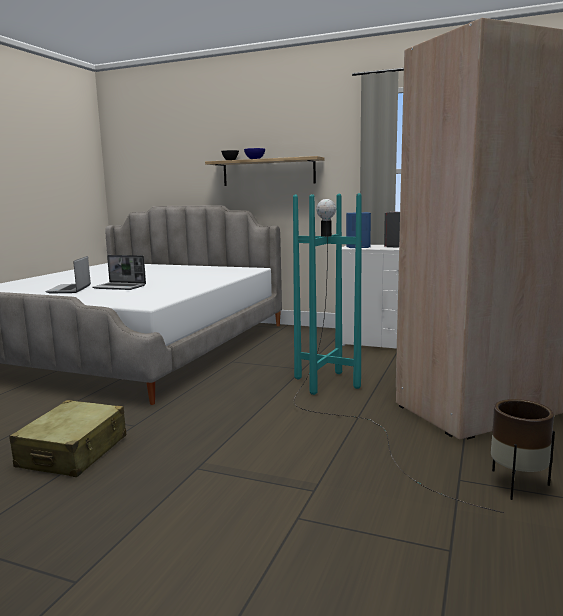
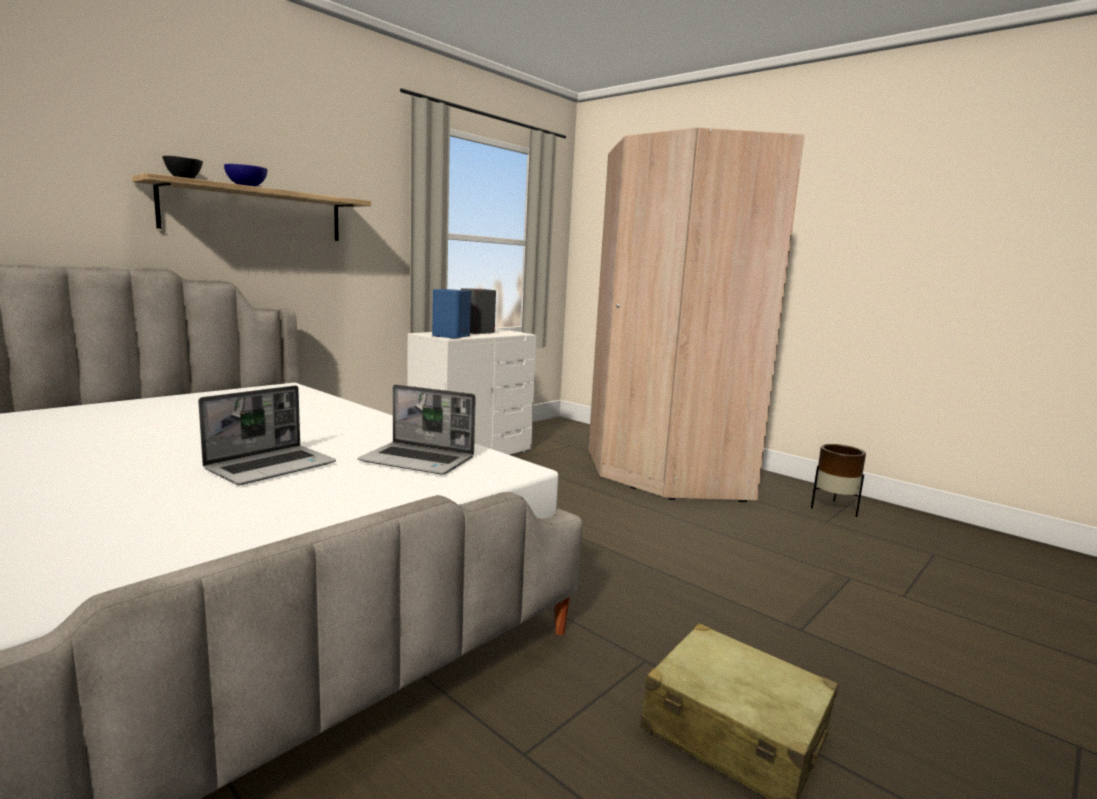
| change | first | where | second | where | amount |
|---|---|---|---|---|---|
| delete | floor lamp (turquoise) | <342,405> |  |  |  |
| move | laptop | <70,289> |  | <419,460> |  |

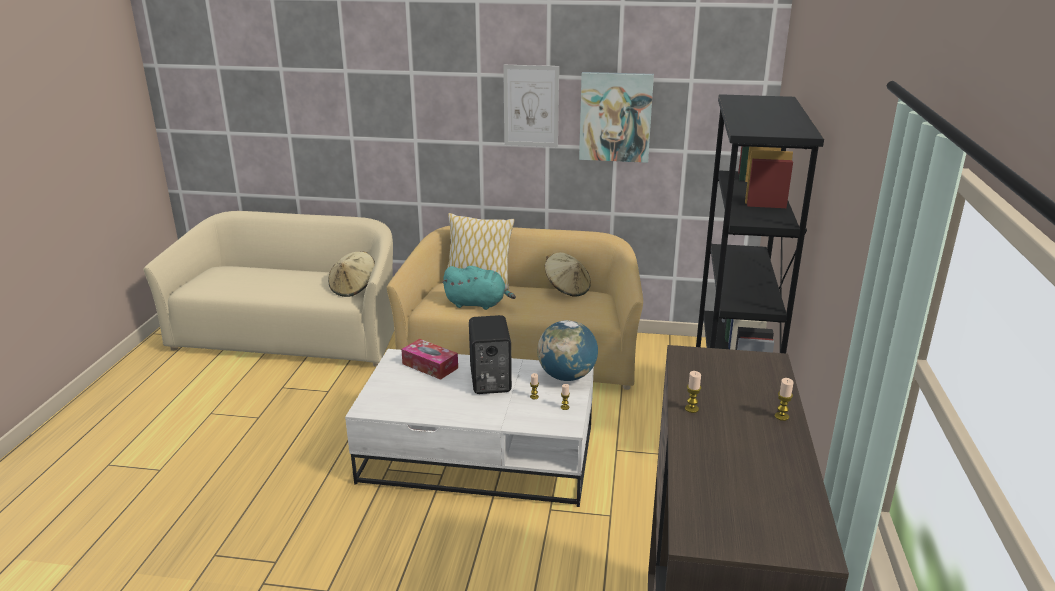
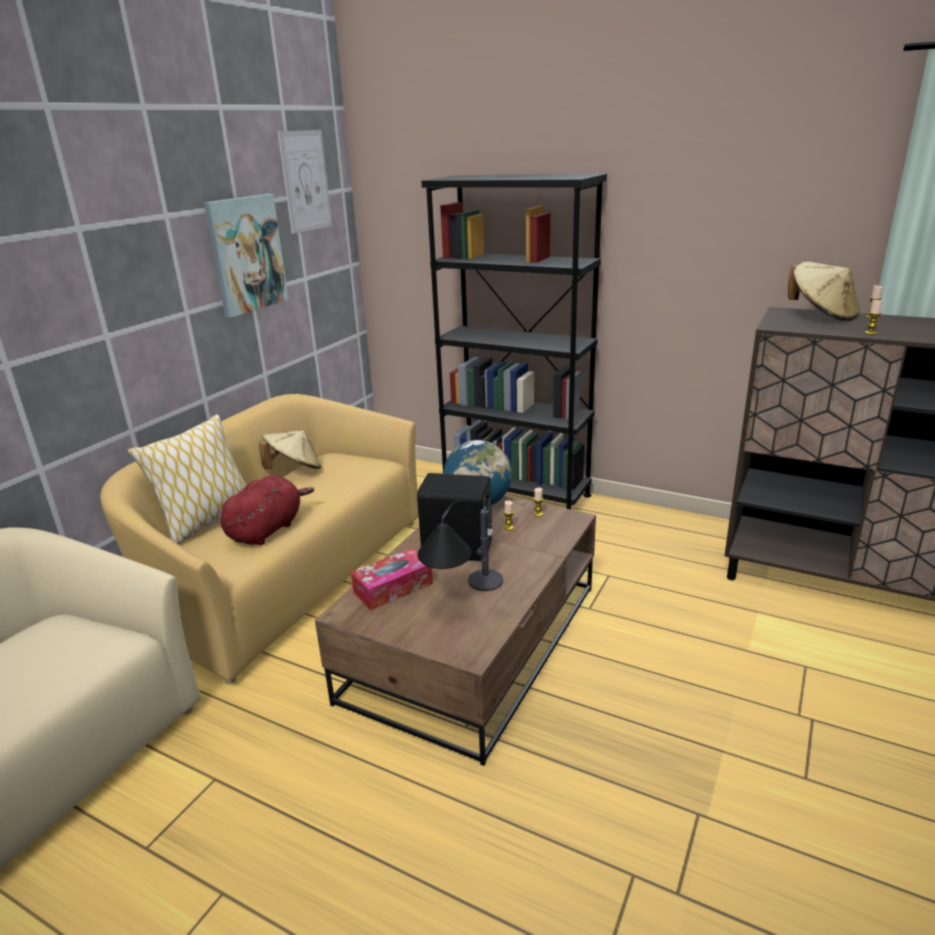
| change | first | where | second | where | amount |
|---|---|---|---|---|---|
| insert |  |  | table lamp | <462,598> |  |
| move | hat (beige) | <353,288> |  | <821,315> |  |
| move | picture | <531,106> |  | <305,181> |  |
| recolor | coffee table (white) | <480,454> | coffee table (brown) | <473,640> |  |
| recolor | plush toy (turquoise) | <478,304> | plush toy (red) | <267,529> |  |

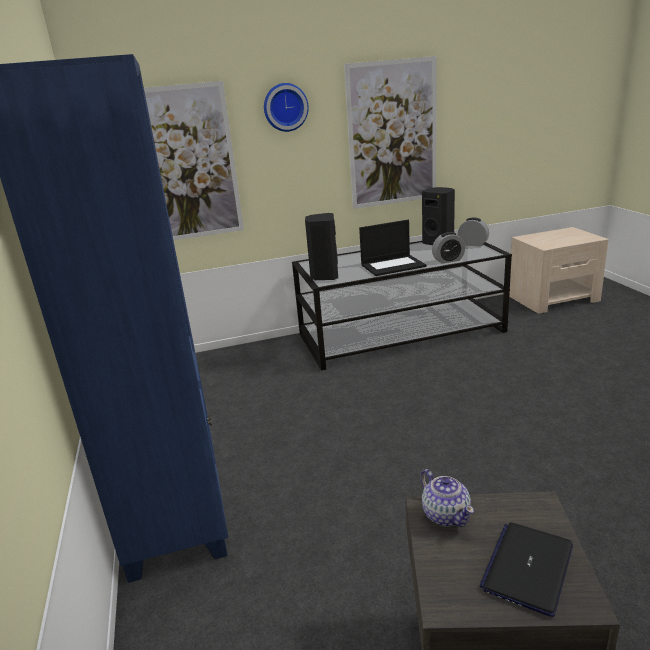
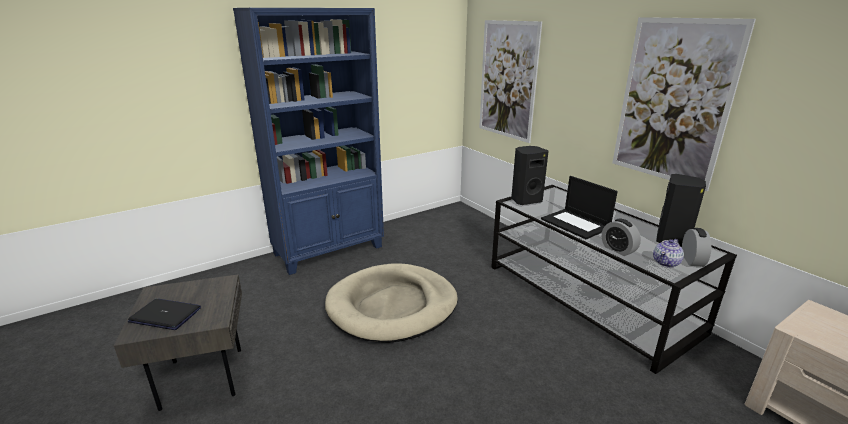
| change | first | where | second | where | amount |
|---|---|---|---|---|---|
| delete | wall clock | <285,107> |  |  |  |
| insert |  |  | dog bed (beige) | <392,306> |  |
| move | teapot | <445,514> |  | <666,263> |  |

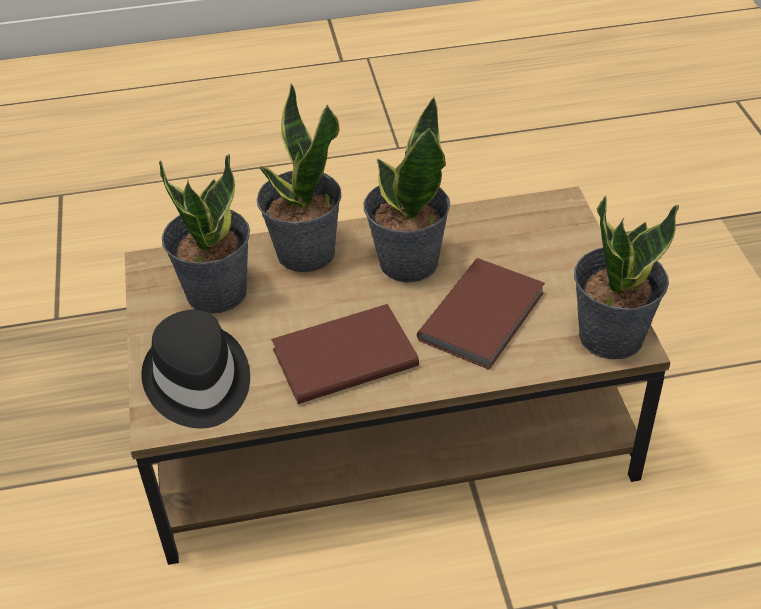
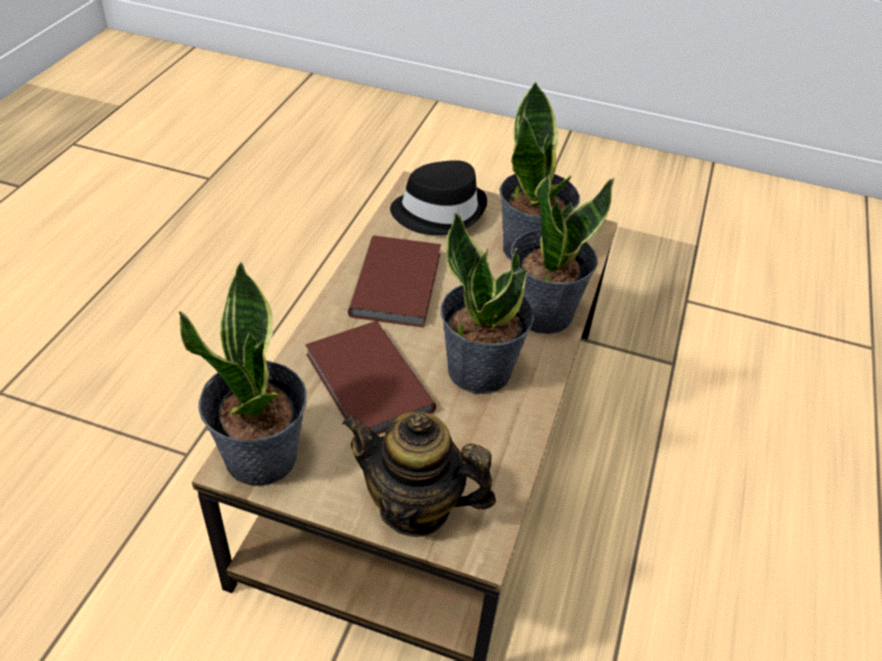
| change | first | where | second | where | amount |
|---|---|---|---|---|---|
| insert |  |  | teapot | <415,507> |  |

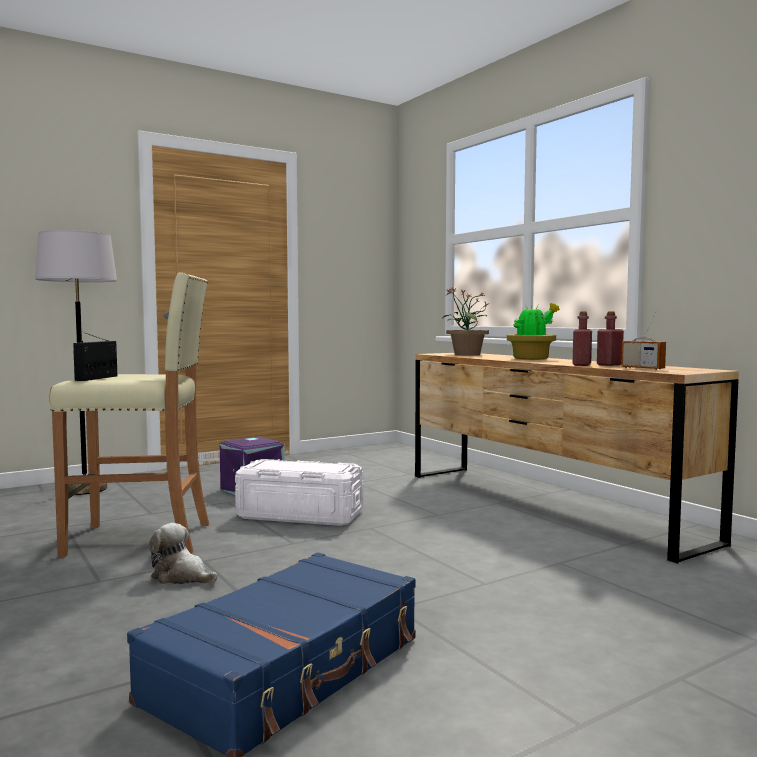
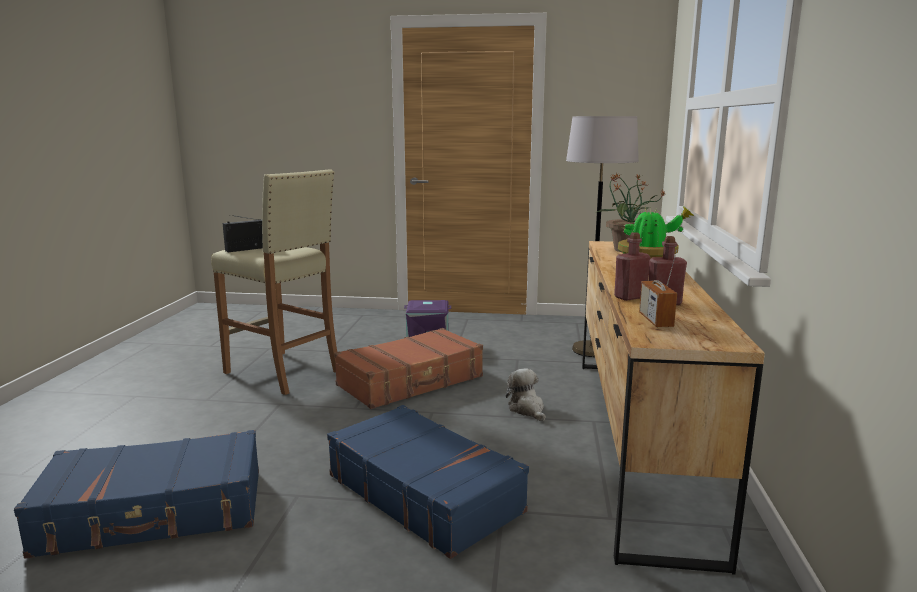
| change | first | where | second | where | amount |
|---|---|---|---|---|---|
| insert |  |  | suitcase (blue) | <424,492> |  |
| move | floor lamp (grey) | <85,489> |  | <591,350> |  |
| move | plush toy | <181,577> |  | <527,409> |  |
| replace | storage box (white) | <300,514> | suitcase (brown) | <411,381> |  |

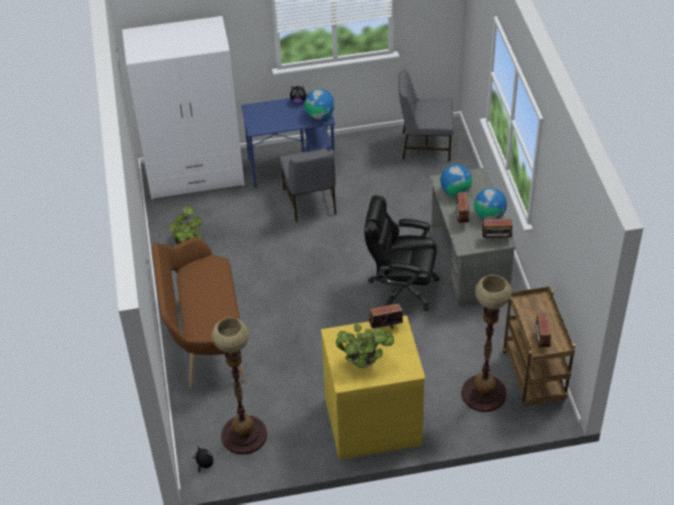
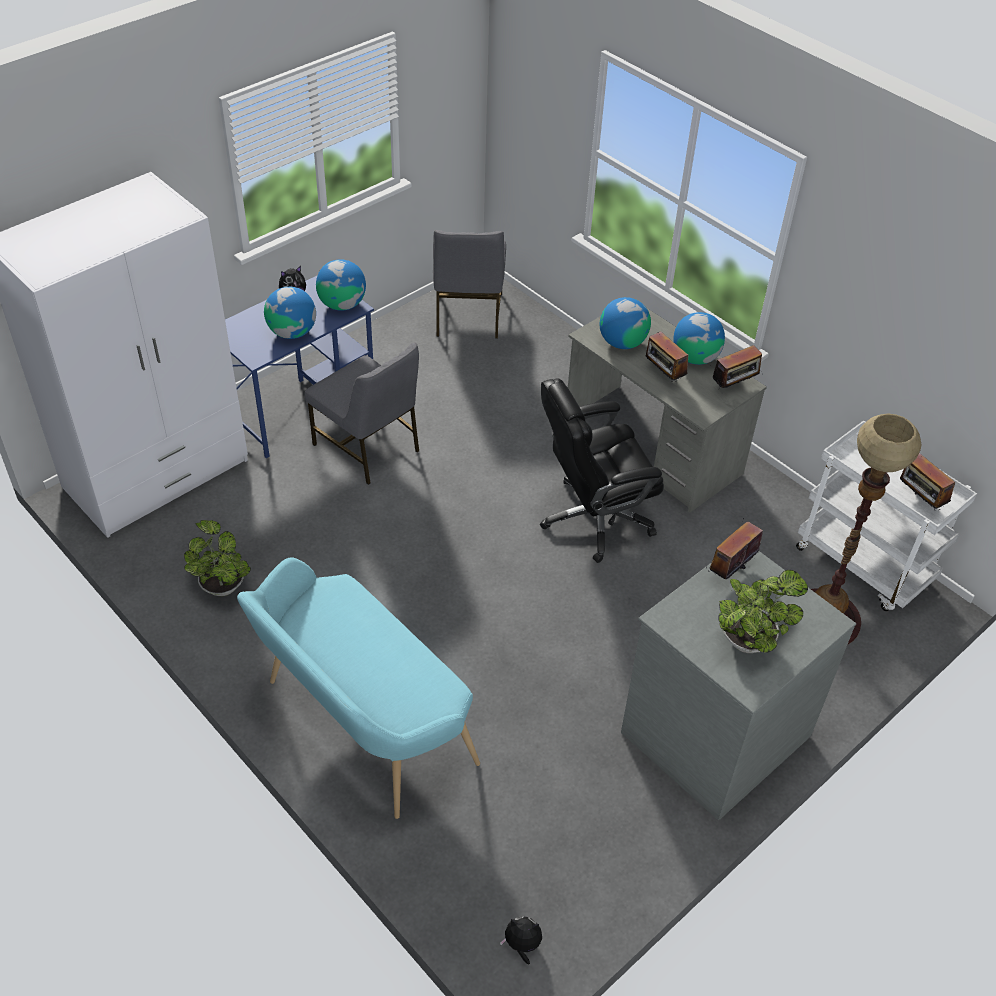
| change | first | where | second | where | amount |
|---|---|---|---|---|---|
| delete | floor lamp | <244,435> |  |  |  |
| insert |  |  | globe | <292,332> |  |
| recolor | bench (brown) | <204,339> | bench (turquoise) | <361,725> |  |
| recolor | dresser (yellow) | <372,420> | dresser (grey) | <713,732> |  |
| recolor | cart (brown) | <534,377> | cart (white) | <864,565> |  |
| rotate | chair (grey) | <425,145> |  | <467,315> | 60 degrees counterclockwise |

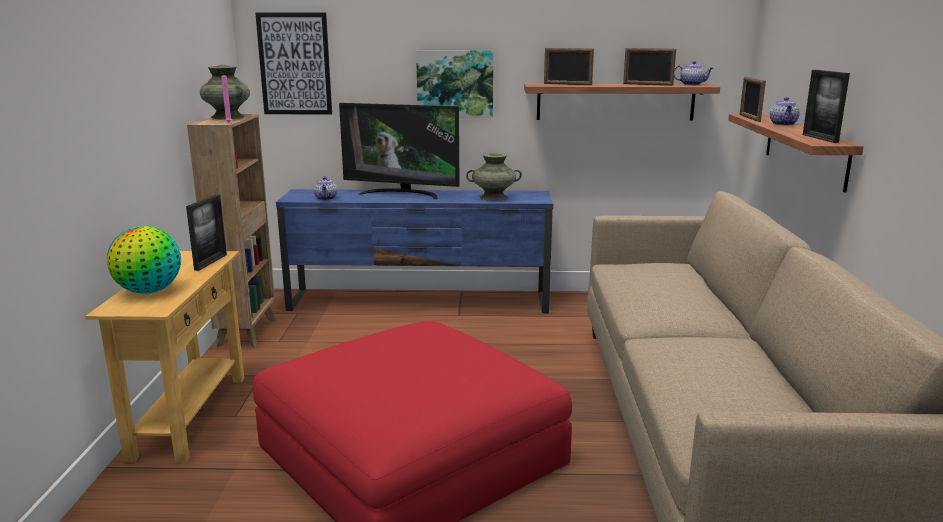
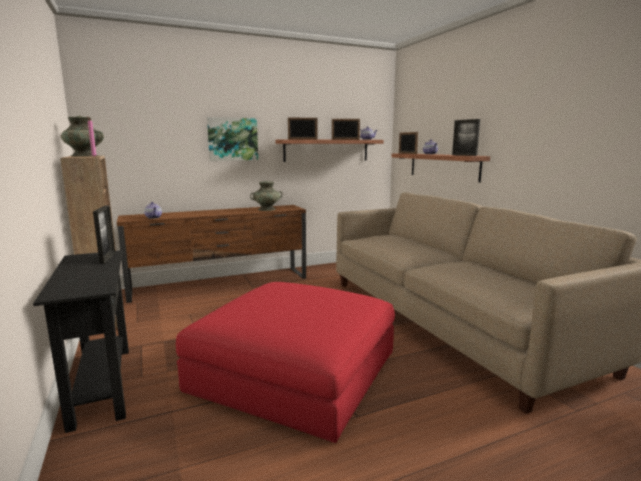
| change | first | where | second | where | amount |
|---|---|---|---|---|---|
| delete | globe | <149,291> |  |  |  |
| delete | picture | <295,64> |  |  |  |
| delete | television | <402,193> |  |  |  |
| recolor | console table (beige) | <190,416> | console table (black) | <102,384> |  |
| recolor | tv stand (blue) | <420,302> | tv stand (brown) | <221,283> |  |

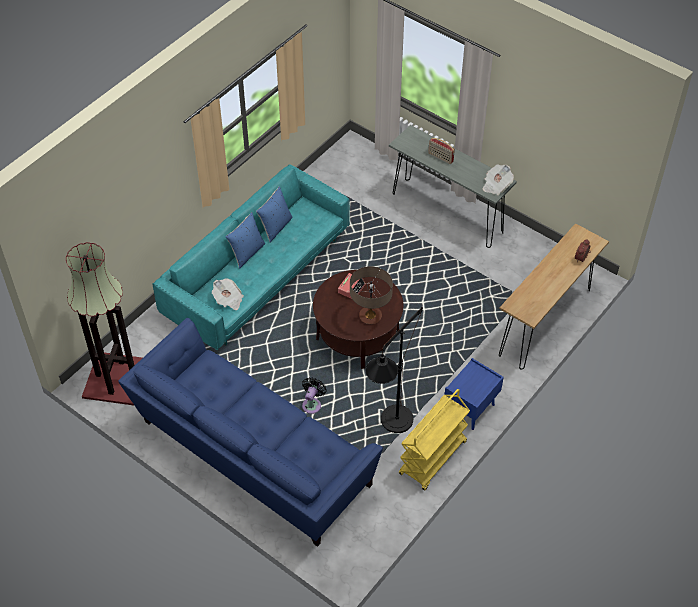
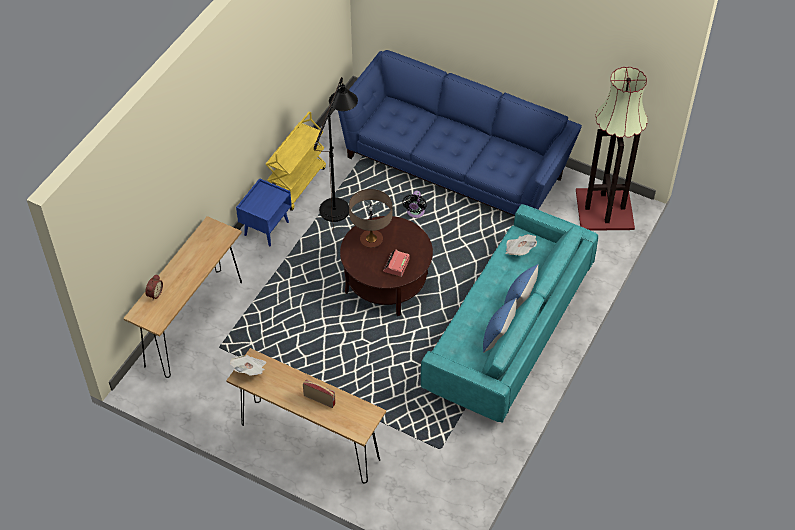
| change | first | where | second | where | amount |
|---|---|---|---|---|---|
| recolor | console table (grey) | <447,213> | console table (brown) | <310,442> |  |

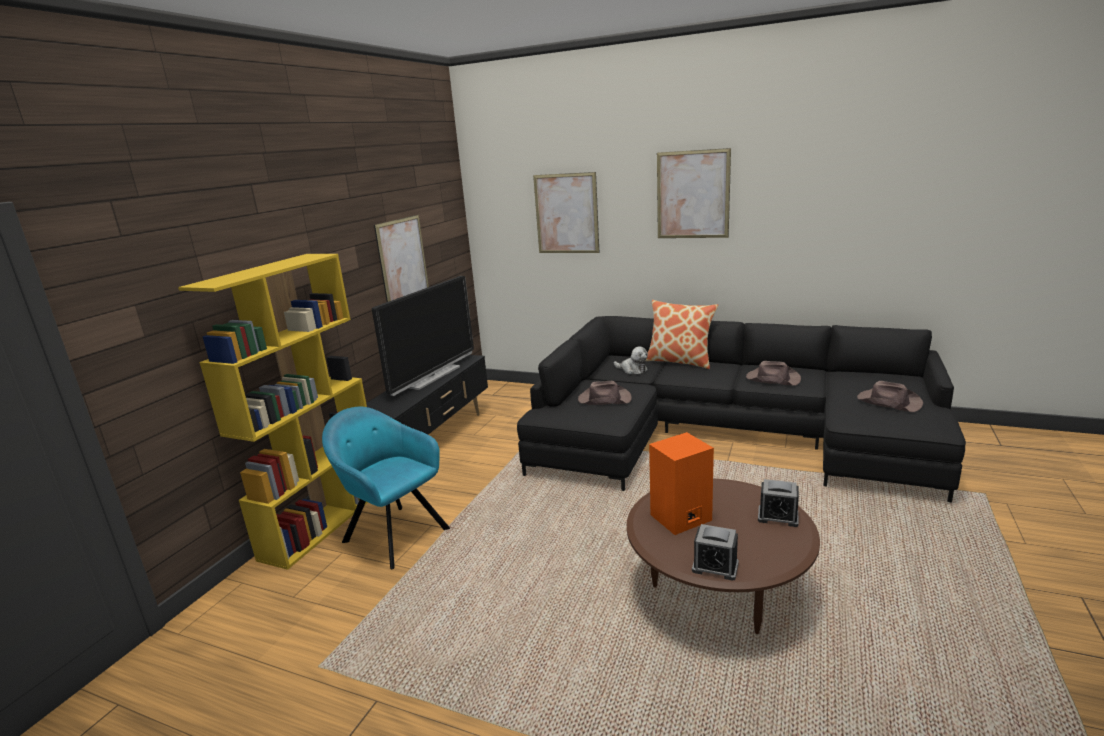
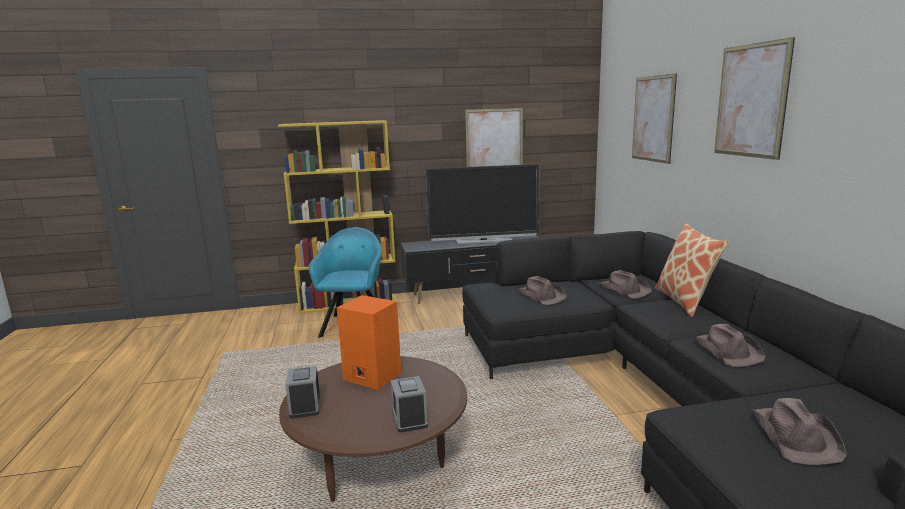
| change | first | where | second | where | amount |
|---|---|---|---|---|---|
| replace | plush toy | <632,370> | hat (brown) | <623,290> |  |

